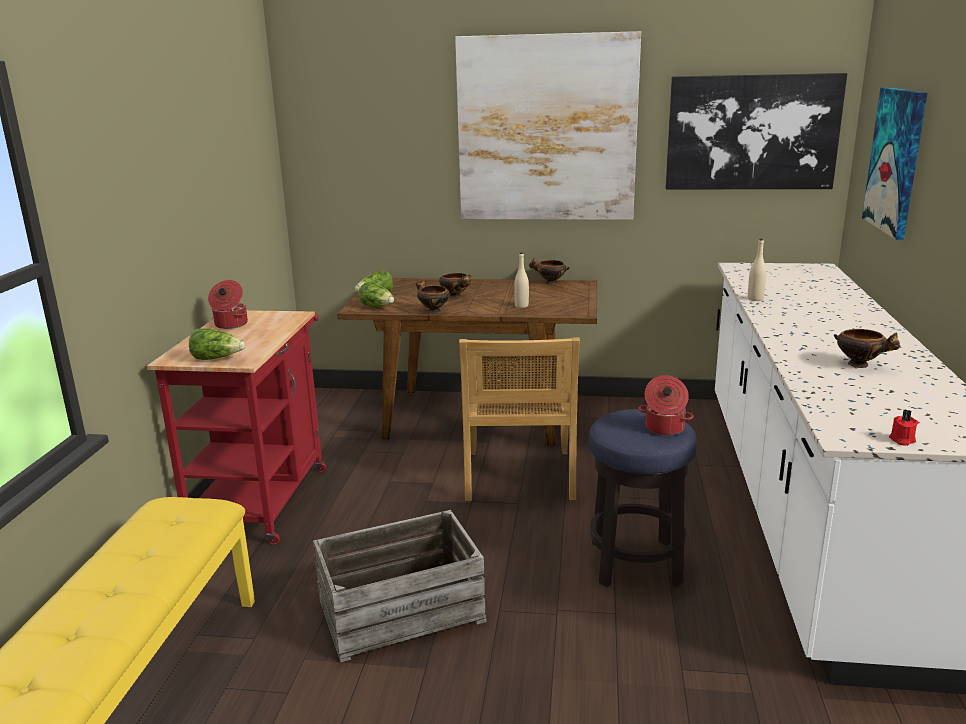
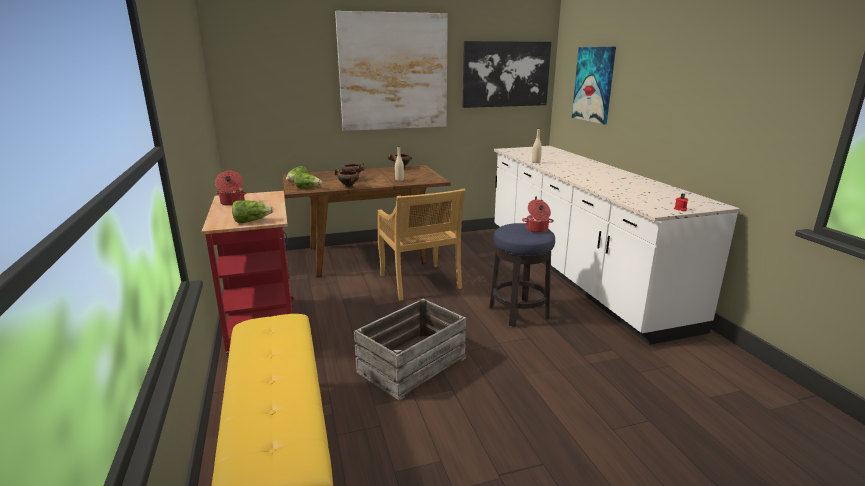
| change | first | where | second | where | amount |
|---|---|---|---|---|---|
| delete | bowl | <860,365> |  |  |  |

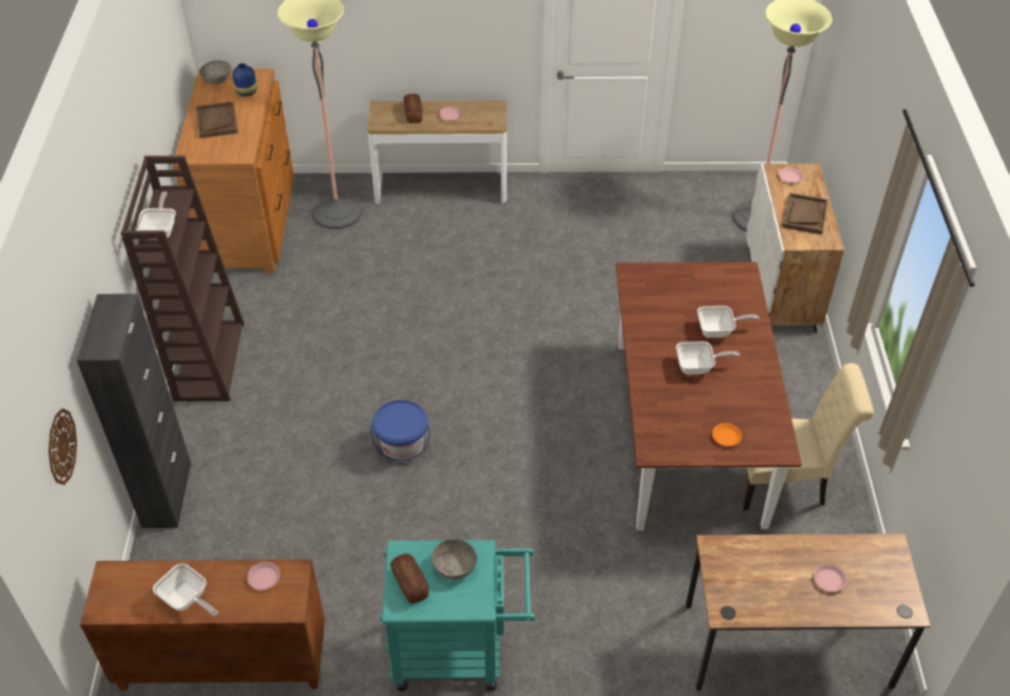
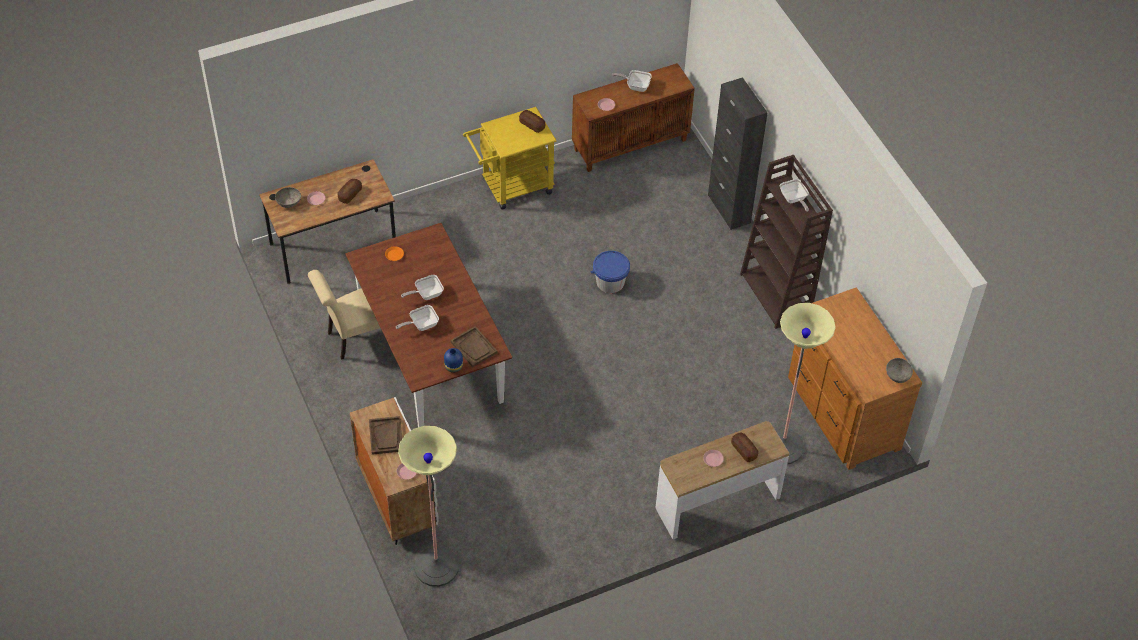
| change | first | where | second | where | amount |
|---|---|---|---|---|---|
| delete | wall clock | <61,446> |  |  |  |
| insert |  |  | bread | <350,194> |  |
| move | tray (brown) | <217,121> |  | <474,347> |  |
| move | vase (blue) | <246,92> |  | <454,367> |  |
| move | bowl (grey) | <454,566> |  | <289,202> |  |
| recolor | cart (turquoise) | <459,651> | cart (yellow) | <511,187> |  |

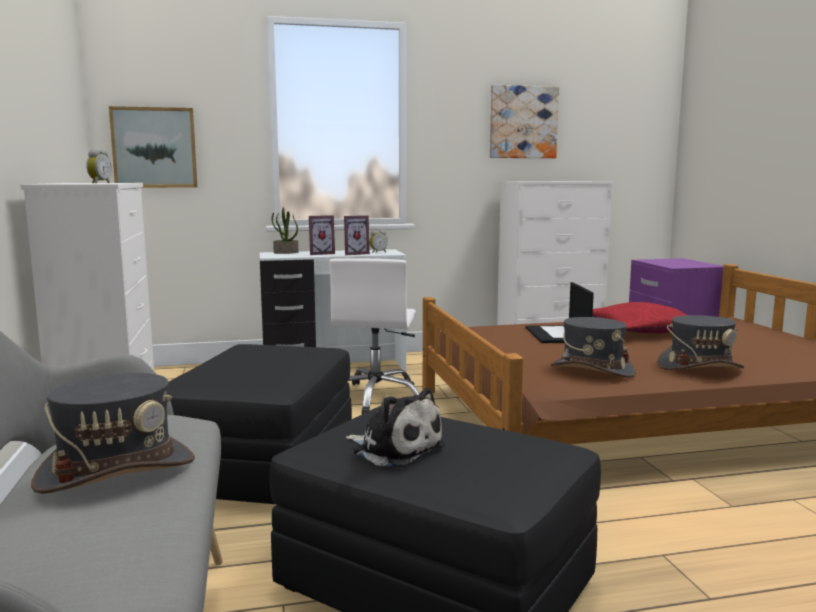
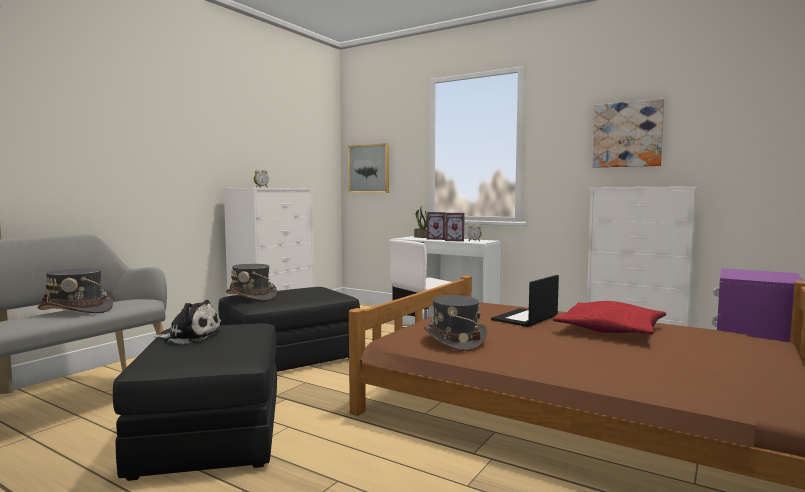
| change | first | where | second | where | amount |
|---|---|---|---|---|---|
| move | hat (grey) | <699,367> |  | <252,297> |  |
| rotate | plush toy | <395,449> |  | <190,337> | 75 degrees counterclockwise |

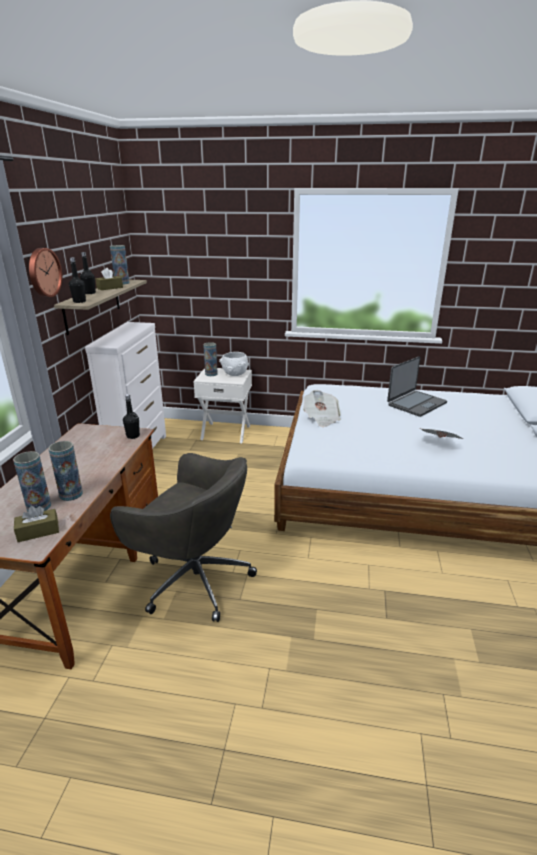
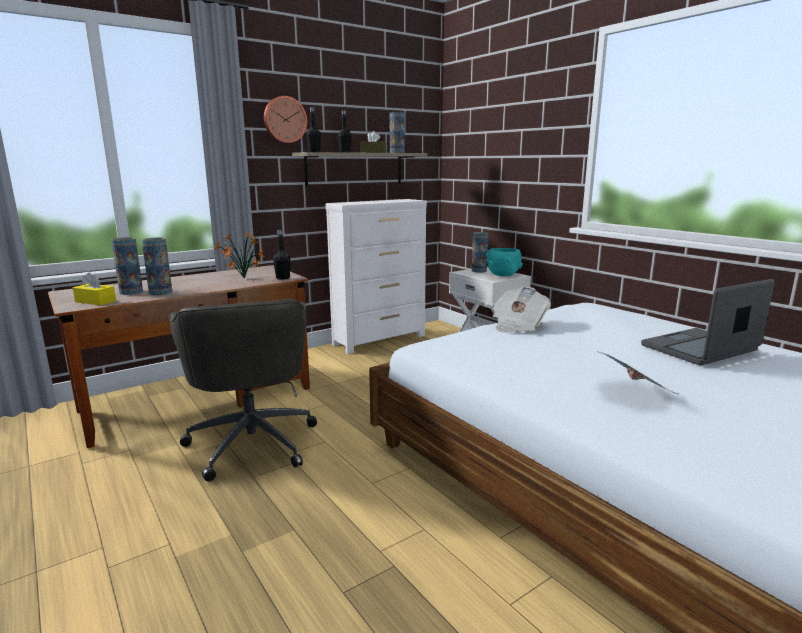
| change | first | where | second | where | amount |
|---|---|---|---|---|---|
| insert |  |  | potted plant | <243,278> |  |
| recolor | tissue box (brown) | <38,531> | tissue box (yellow) | <95,301> |  |
| recolor | bowl (white) | <235,374> | bowl (turquoise) | <503,275> |  |
| rotate | laptop | <416,404> |  | <700,349> | 150 degrees clockwise |

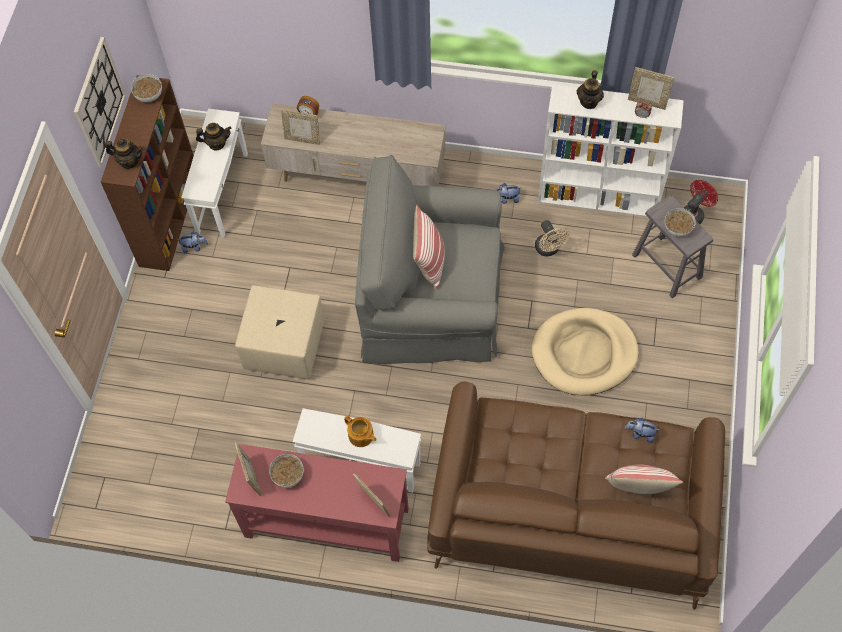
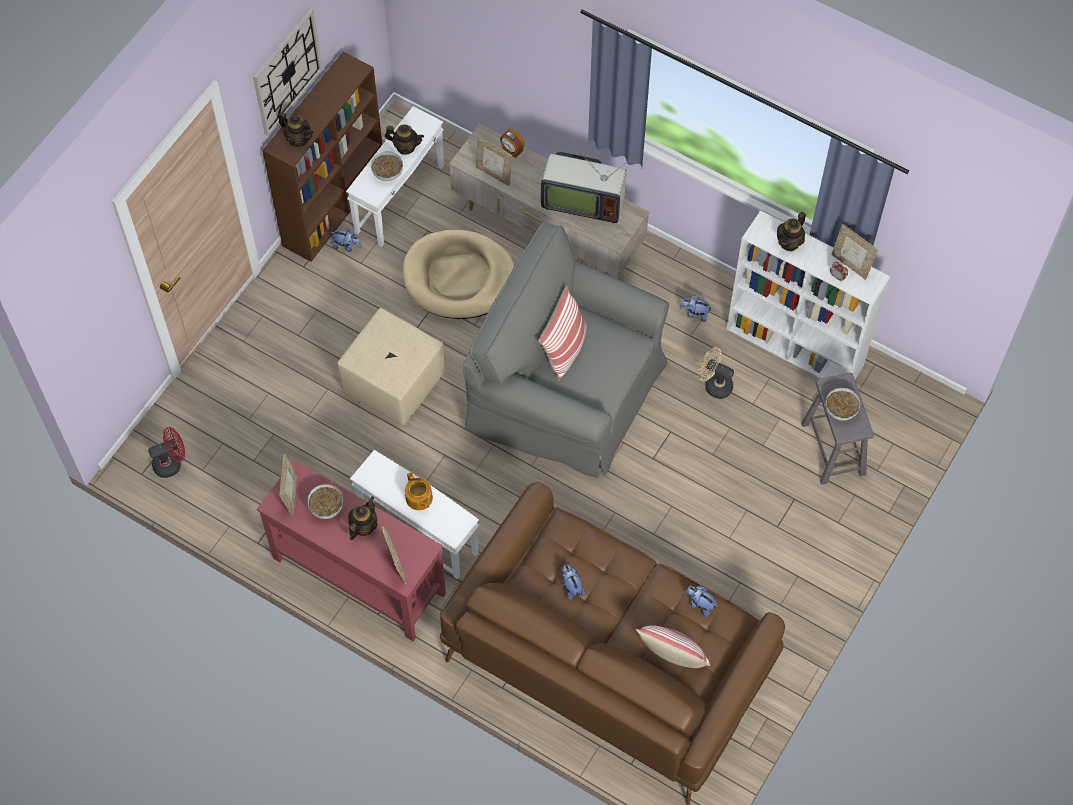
| change | first | where | second | where | amount |
|---|---|---|---|---|---|
| insert |  |  | teapot | <363,526> |  |
| insert |  |  | television | <582,200> |  |
| insert |  |  | plush toy | <571,587> |  |
| move | bowl | <148,95> |  | <387,173> |  |
| move | dog bed (beige) | <584,353> |  | <459,278> |  |
| move | fan (red) | <694,214> |  | <171,463> |  |
| rotate | fan (beige) | <549,250> |  | <714,384> | 120 degrees clockwise |

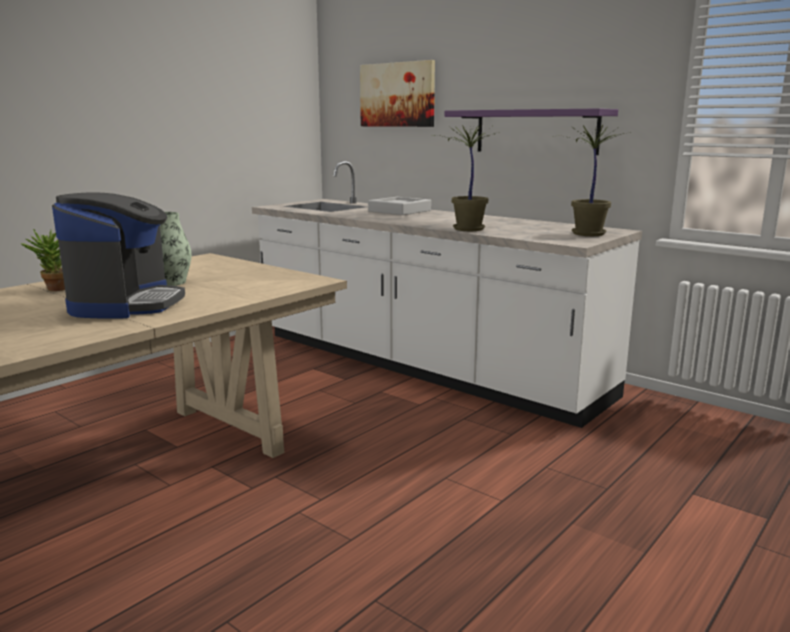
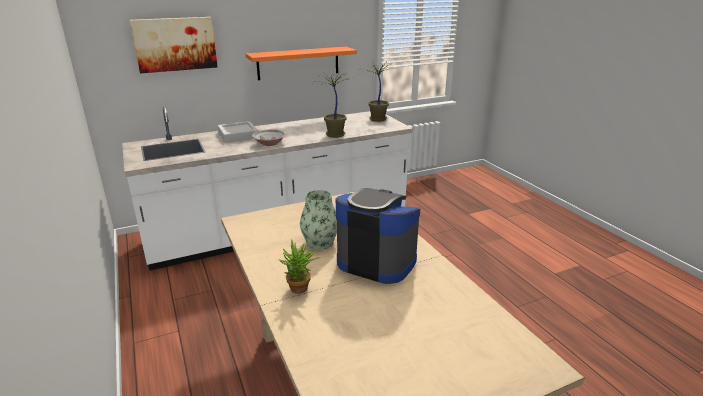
| change | first | where | second | where | amount |
|---|---|---|---|---|---|
| insert |  |  | bowl | <269,143> |  |
| recolor | shelf (purple) | <536,131> | shelf (orange) | <298,63> |  |

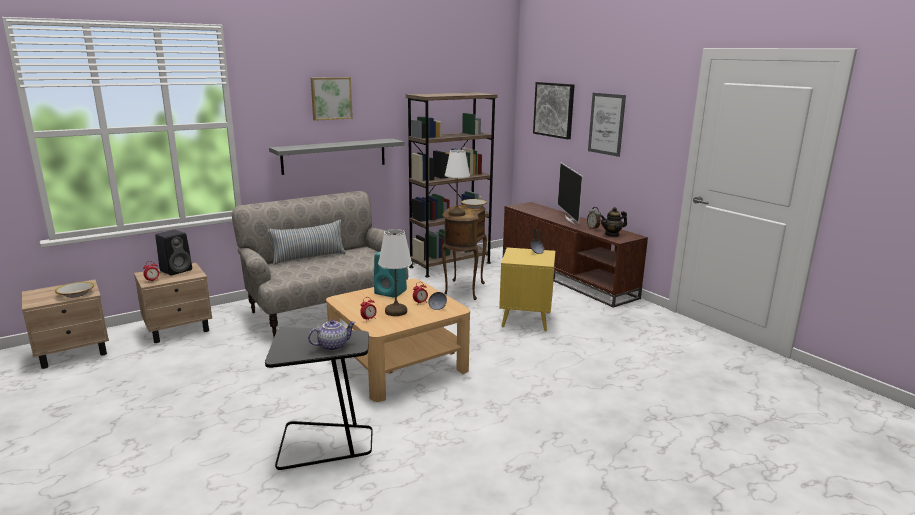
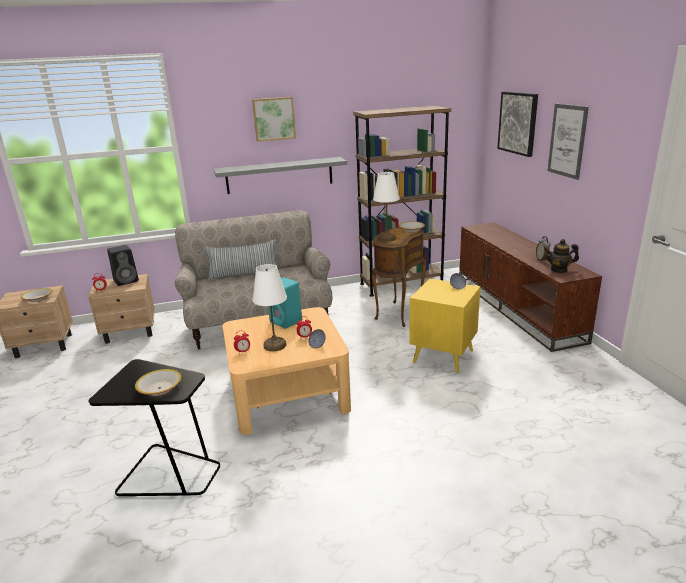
| change | first | where | second | where | amount |
|---|---|---|---|---|---|
| delete | television | <570,219> |  |  |  |
| replace | teapot | <333,346> | bowl | <159,388> |  |

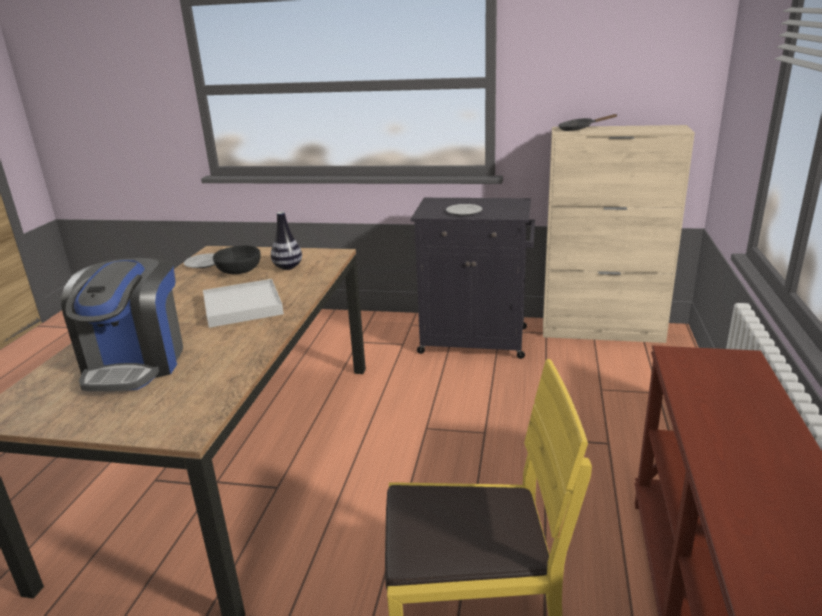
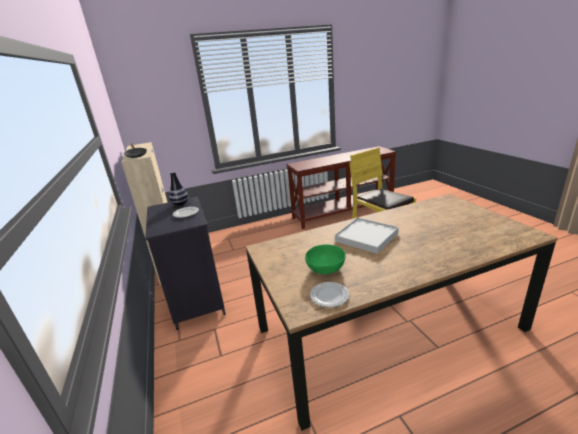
| change | first | where | second | where | amount |
|---|---|---|---|---|---|
| delete | coffee machine | <136,363> |  |  |  |
| move | vase | <288,267> |  | <180,204> |  |
| recolor | bowl (black) | <238,271> | bowl (green) | <326,268> |  |

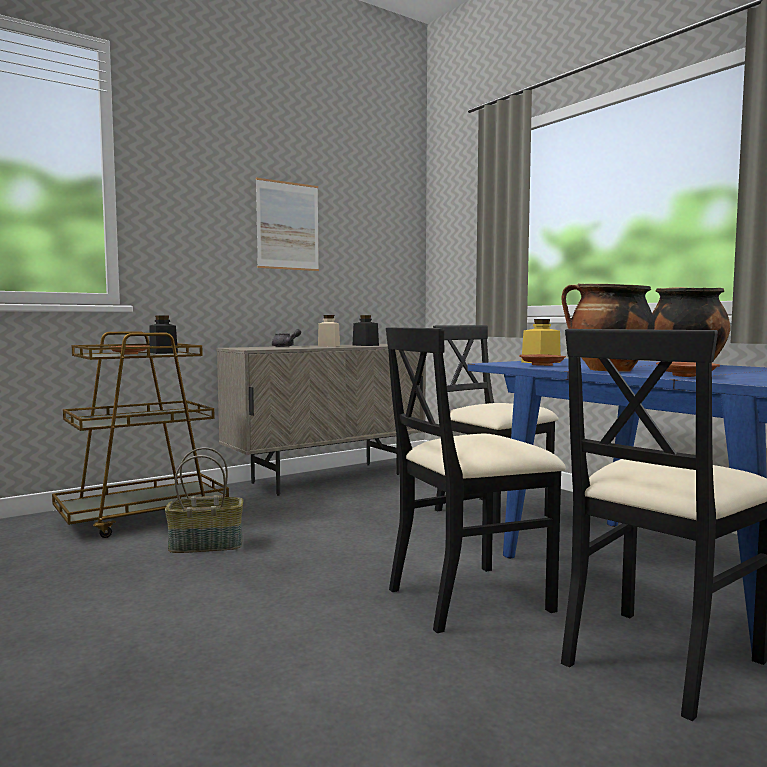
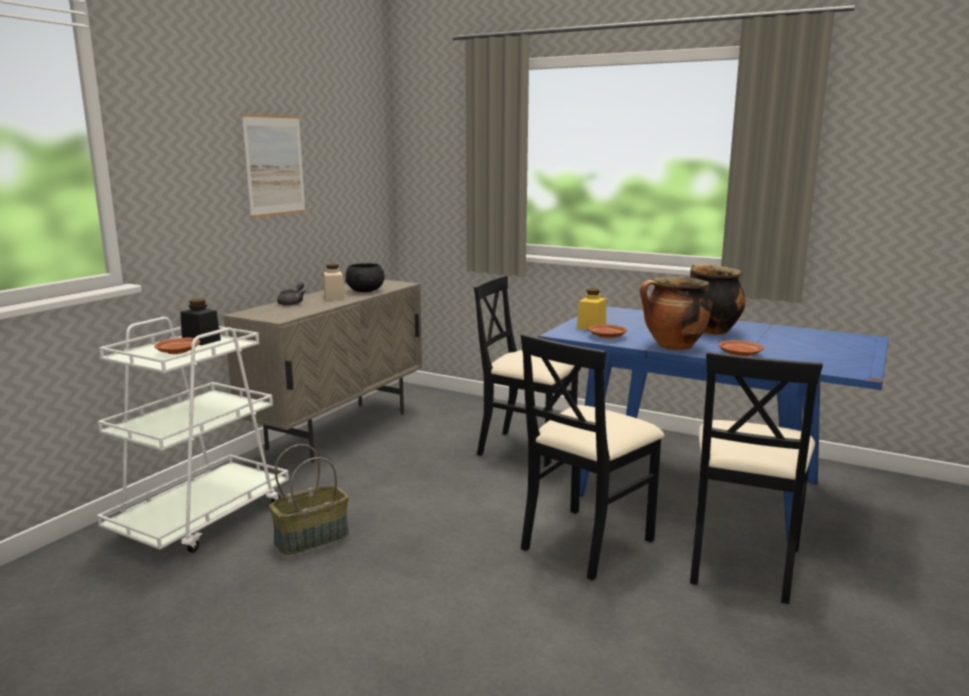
| change | first | where | second | where | amount |
|---|---|---|---|---|---|
| replace | jar (black) | <365,345> | bowl (black) | <366,291> |  |
| recolor | cart (brown) | <143,517> | cart (white) | <202,518> |  |

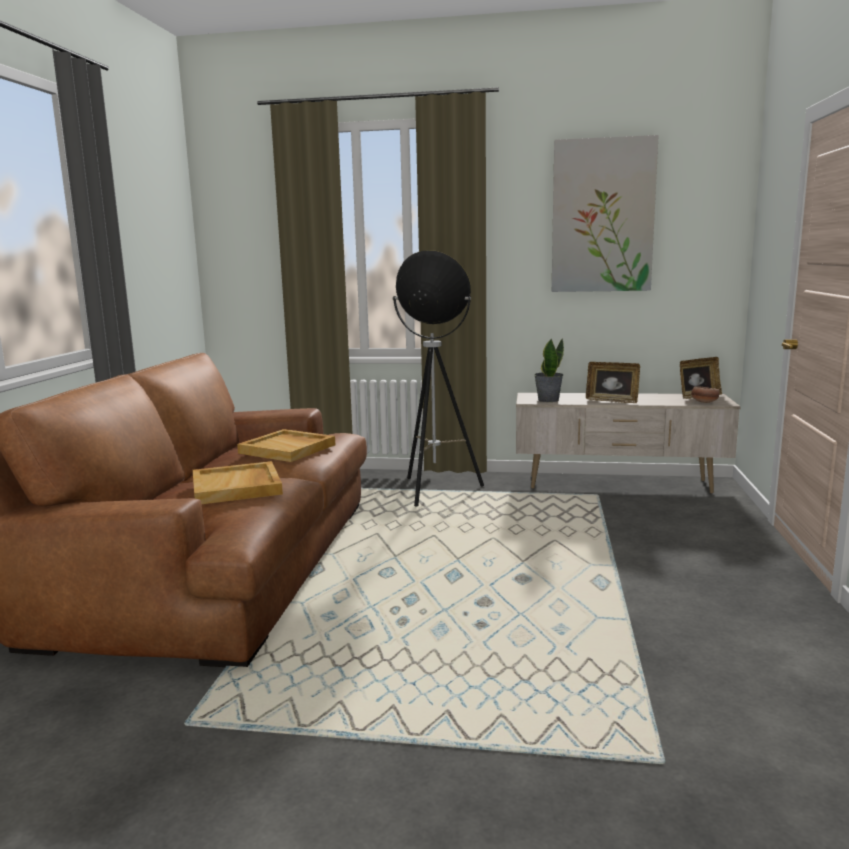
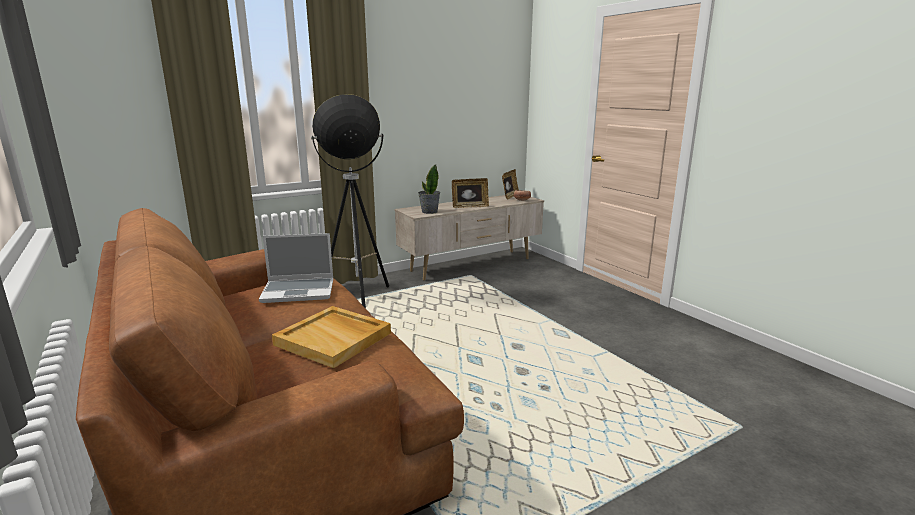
| change | first | where | second | where | amount |
|---|---|---|---|---|---|
| delete | picture | <602,216> |  |  |  |
| replace | tray (beige) | <288,449> | laptop | <299,291> |  |

